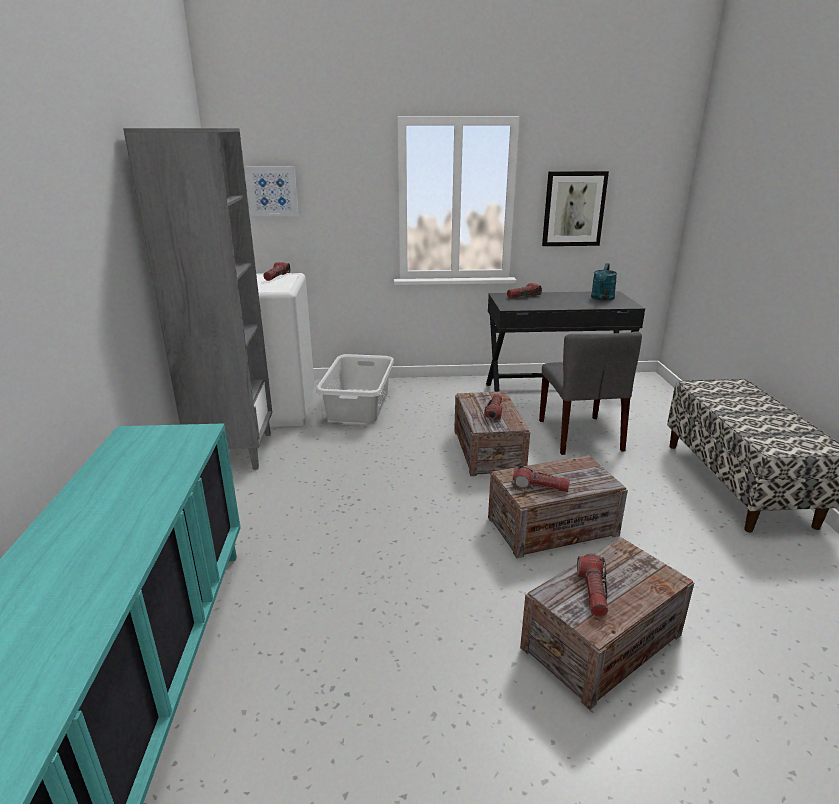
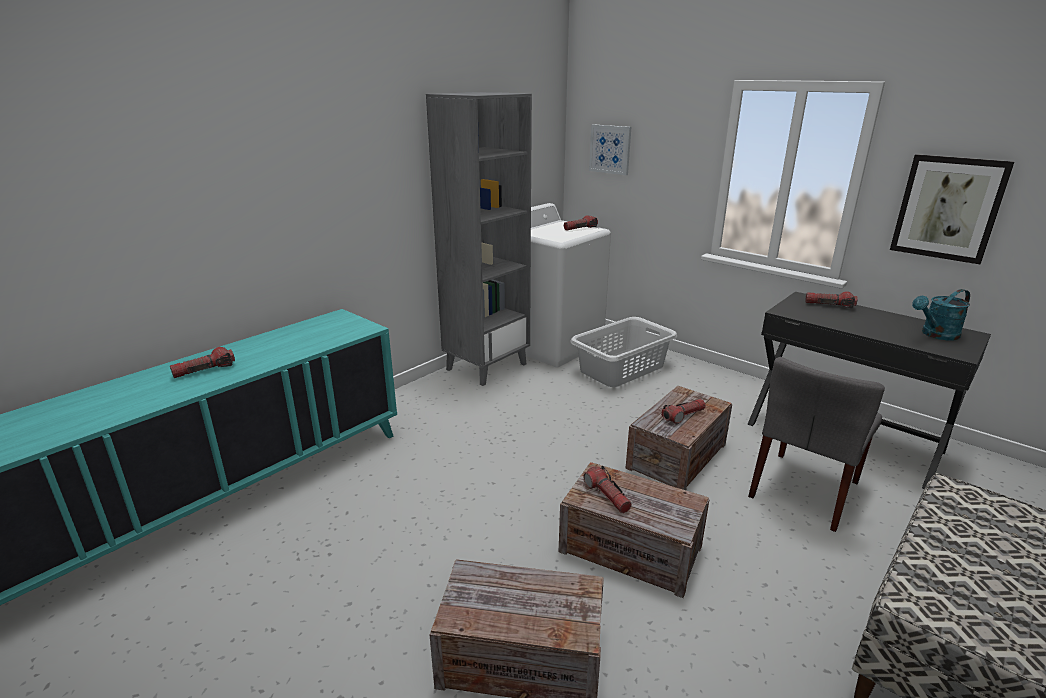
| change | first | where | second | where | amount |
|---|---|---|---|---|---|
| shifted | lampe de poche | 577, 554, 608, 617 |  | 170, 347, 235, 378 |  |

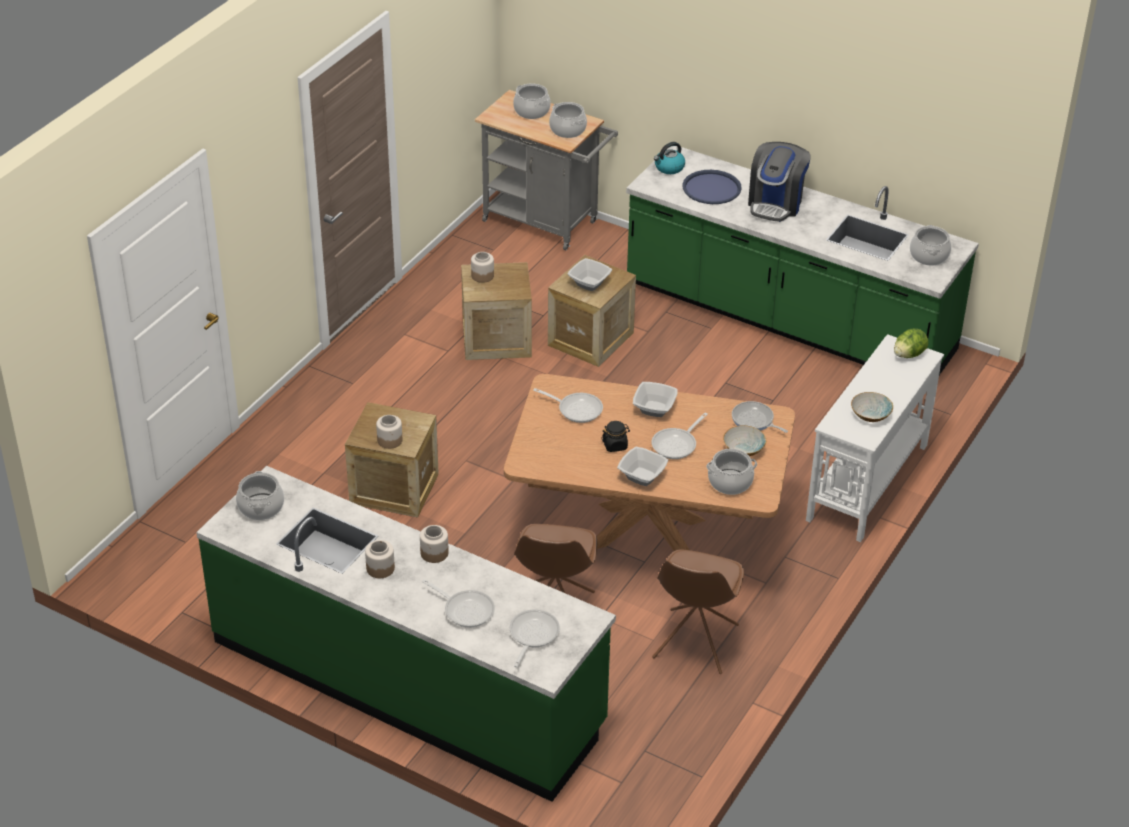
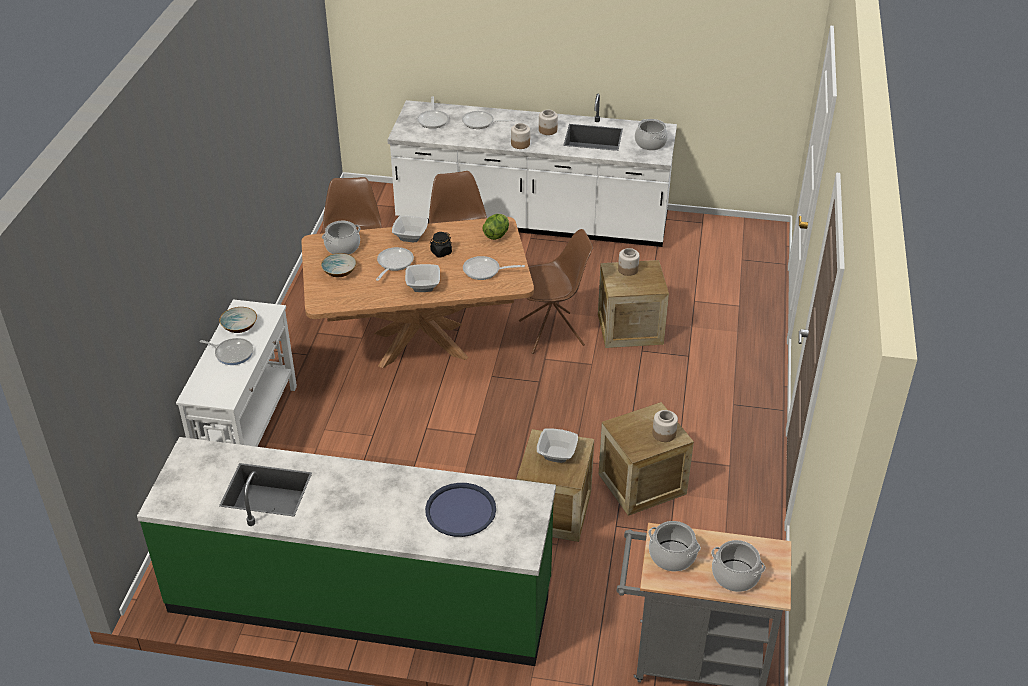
| change | first | where | second | where | amount |
|---|---|---|---|---|---|
| repainted | comptoir de cuisine/vert | 196, 466, 616, 802 | comptoir de cuisine/blanc | 387, 93, 677, 247 |  |
| gone | bouilloire | 654, 142, 685, 174 |  |  |  |
| shifted | poêle | 732, 401, 788, 433 |  | 200, 338, 253, 365 |  |
| gone | machine à café | 748, 142, 811, 222 |  |  |  |
| shifted | laitue | 894, 328, 928, 358 |  | 482, 214, 509, 240 |  |
| gone | marmite | 910, 225, 951, 266 |  |  |  |
| new |  |  | chaise/marron | 519, 229, 593, 354 |  |

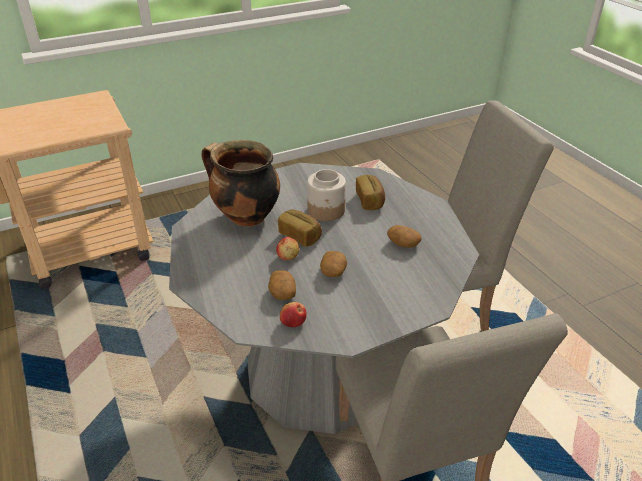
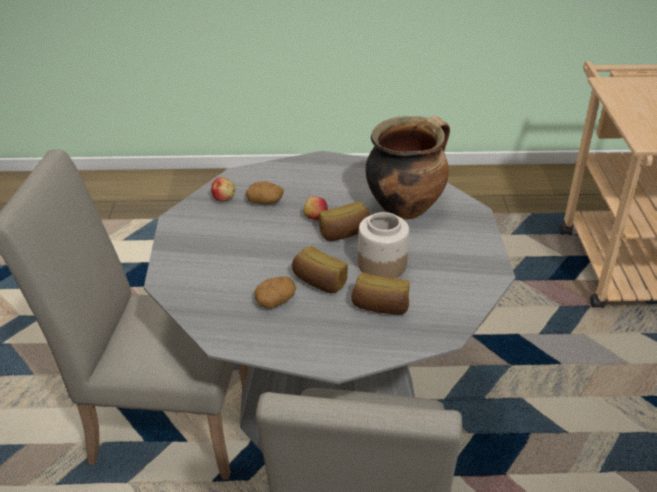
| change | first | where | second | where | amount |
|---|---|---|---|---|---|
| gone | pomme de terre | 320, 251, 347, 277 |  |  |  |
| new |  |  | pain | 292, 246, 348, 293 |  |

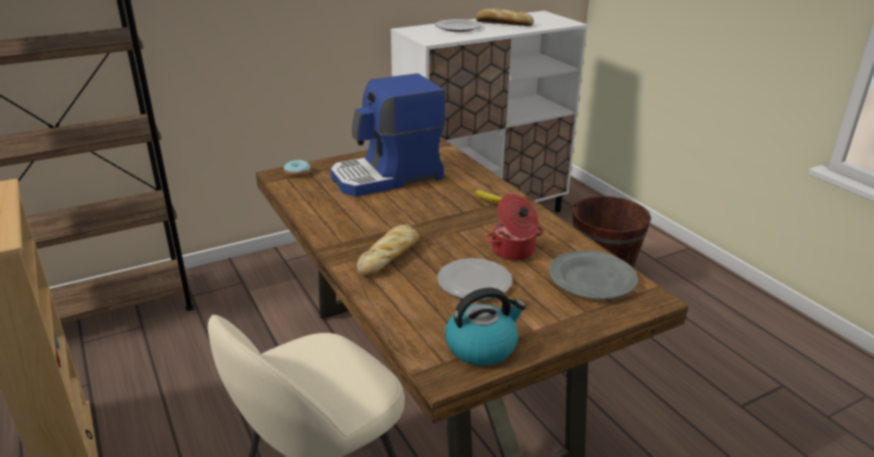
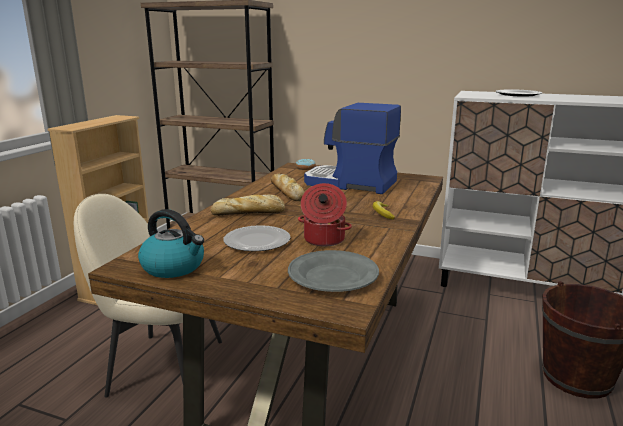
| change | first | where | second | where | amount |
|---|---|---|---|---|---|
| shifted | pain | 476, 9, 534, 26 |  | 271, 174, 305, 201 |  |

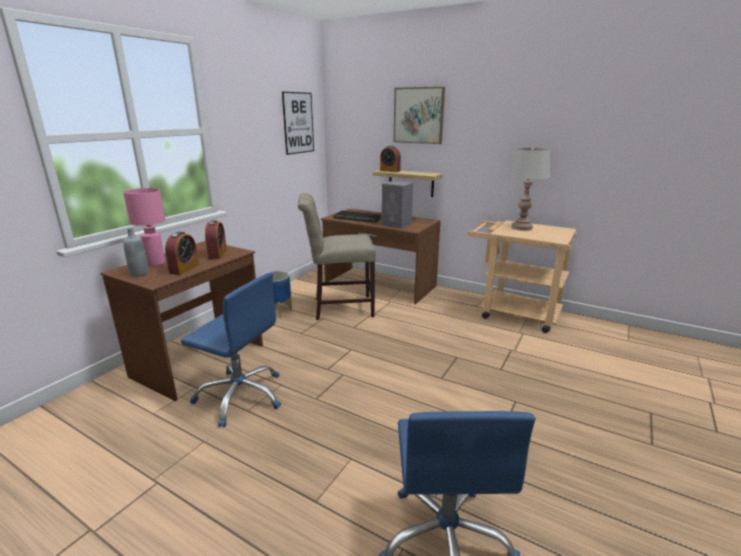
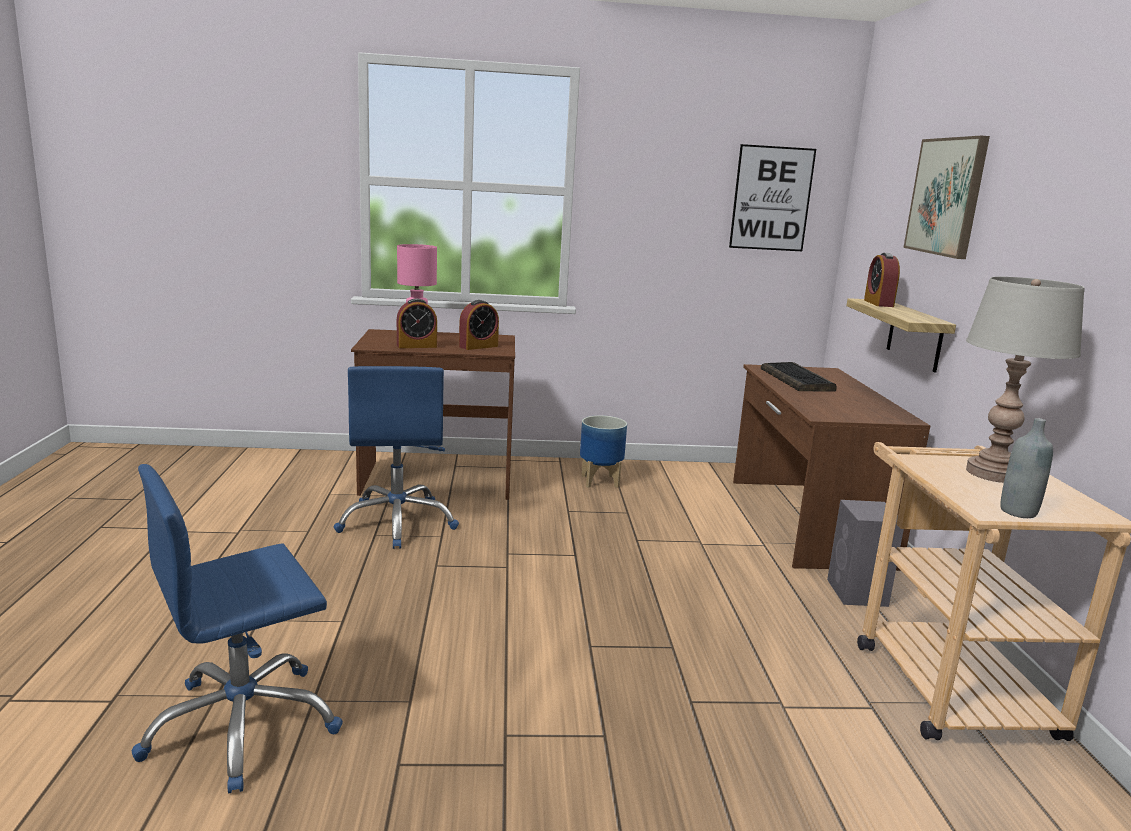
| change | first | where | second | where | amount |
|---|---|---|---|---|---|
| shifted | bouteille/gris | 123, 228, 148, 277 |  | 1000, 418, 1053, 518 |  |
| gone | chaise/beige | 298, 193, 376, 320 |  |  |  |
| shifted | enceinte/gris | 382, 181, 413, 228 |  | 827, 500, 904, 607 |  |

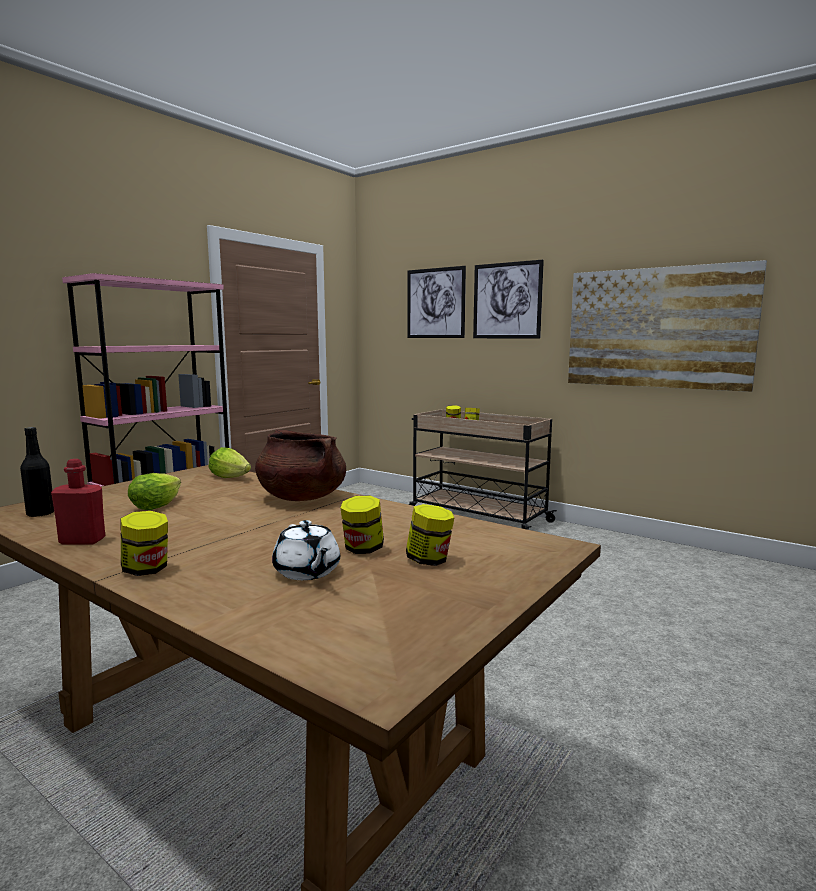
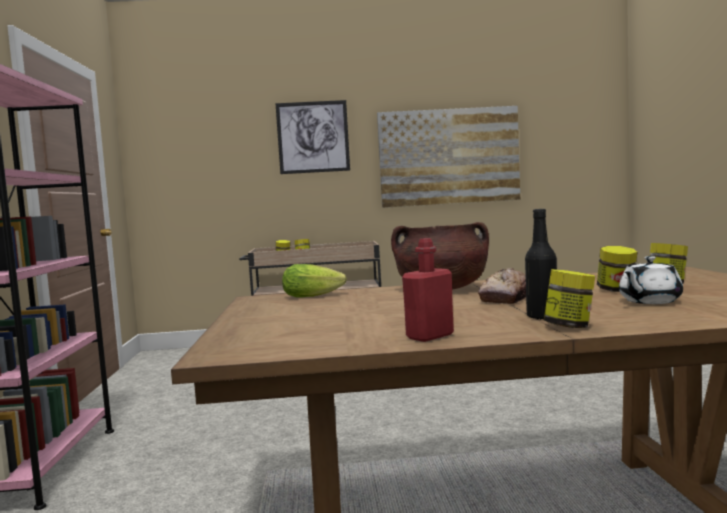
| change | first | where | second | where | amount |
|---|---|---|---|---|---|
| shifted | bouteille/noir | 20, 427, 54, 517 |  | 525, 209, 557, 320 |  |
| gone | laitue | 128, 473, 181, 510 |  |  |  |
| rotated | théière/blanc | 272, 520, 340, 580 |  | 619, 256, 683, 304 | 120 degrees clockwise |
| gone | tableau | 407, 266, 466, 338 |  |  |  |
| new |  |  | pain | 478, 268, 526, 304 |  |

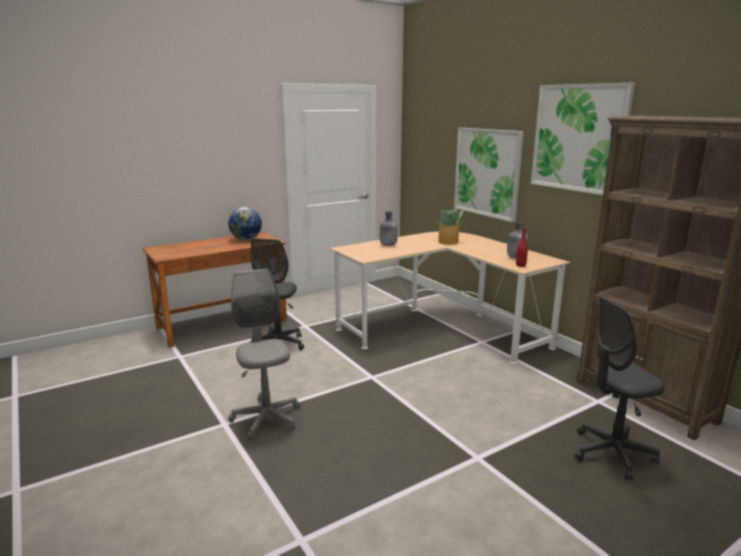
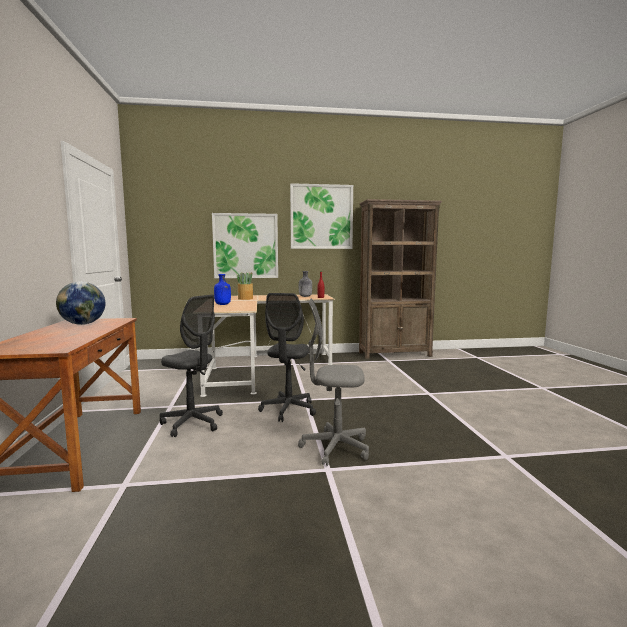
| change | first | where | second | where | amount |
|---|---|---|---|---|---|
| repainted | bouteille/gris | 380, 211, 398, 246 | bouteille/bleu | 214, 274, 231, 305 |  |
| shifted | chaise de bureau/gris | 575, 297, 665, 480 |  | 258, 293, 316, 422 |  |

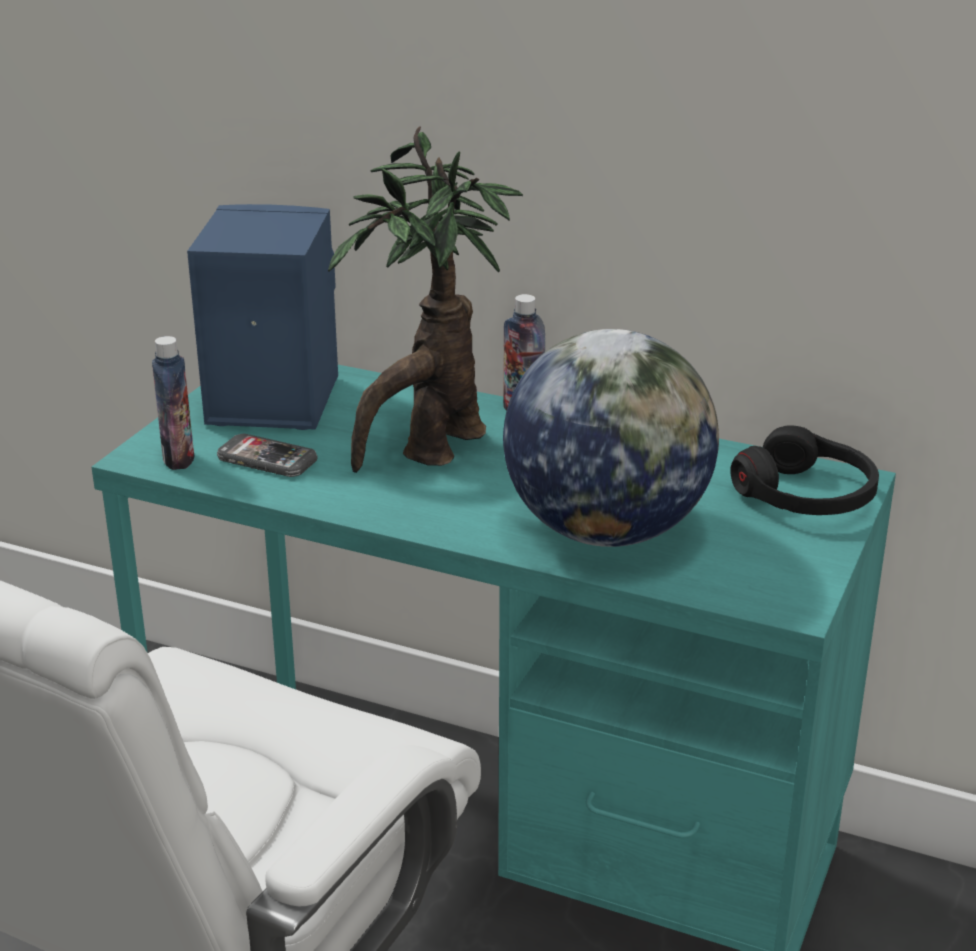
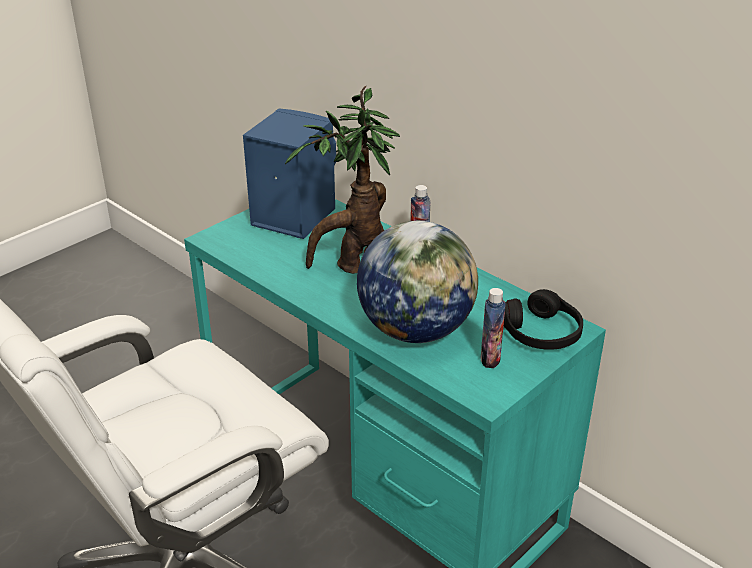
| change | first | where | second | where | amount |
|---|---|---|---|---|---|
| shifted | bouteille | 152, 336, 194, 470 |  | 481, 288, 506, 368 |  |
| gone | téléphone | 217, 434, 318, 477 |  |  |  |

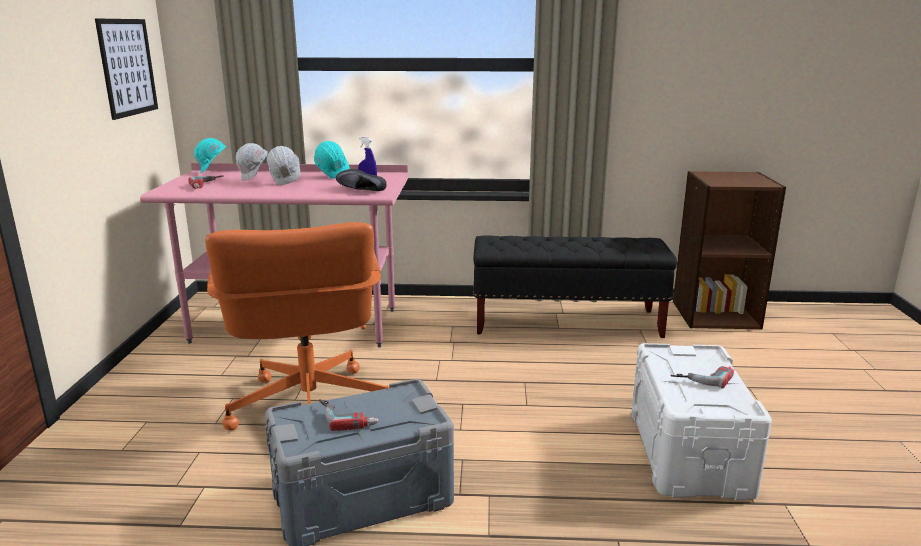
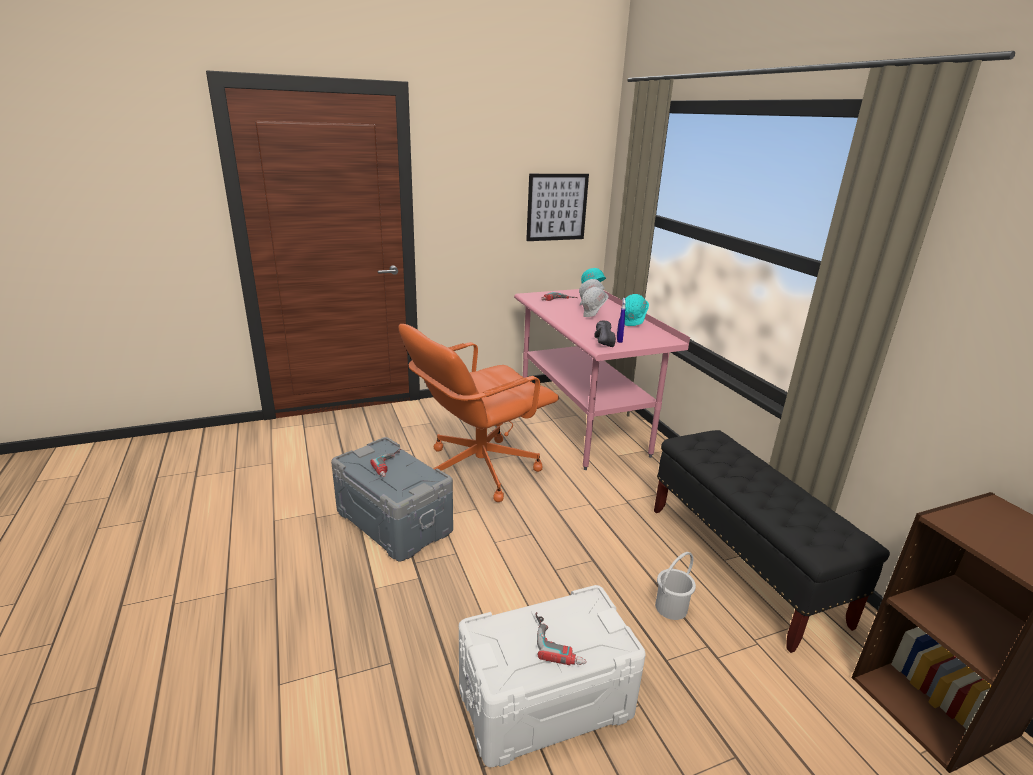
| change | first | where | second | where | amount |
|---|---|---|---|---|---|
| new |  |  | seau/blanc | 655, 552, 696, 620 |  |

